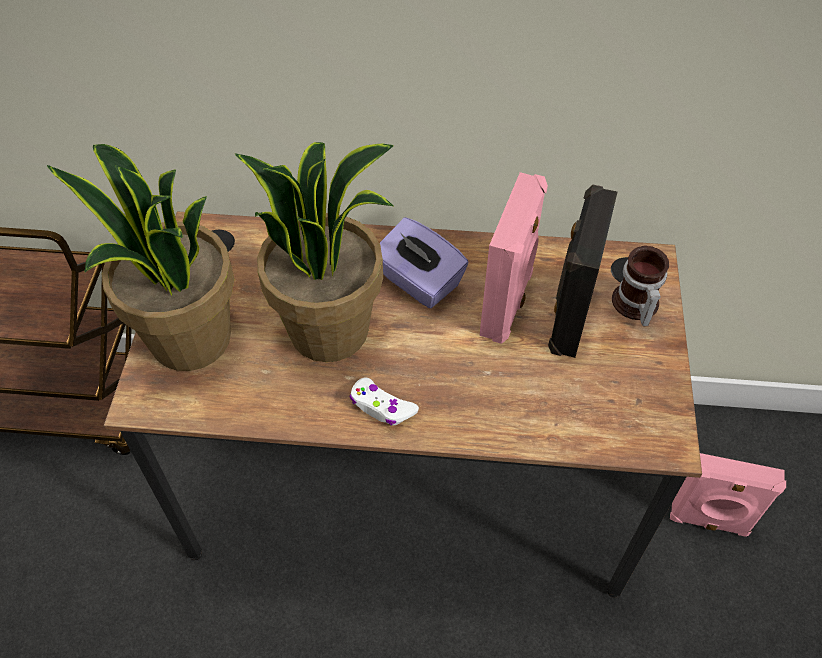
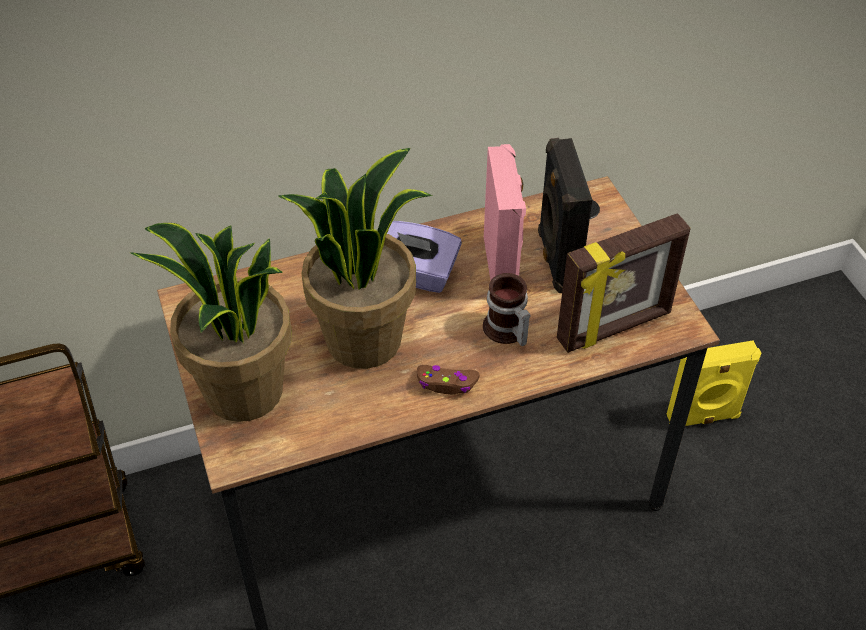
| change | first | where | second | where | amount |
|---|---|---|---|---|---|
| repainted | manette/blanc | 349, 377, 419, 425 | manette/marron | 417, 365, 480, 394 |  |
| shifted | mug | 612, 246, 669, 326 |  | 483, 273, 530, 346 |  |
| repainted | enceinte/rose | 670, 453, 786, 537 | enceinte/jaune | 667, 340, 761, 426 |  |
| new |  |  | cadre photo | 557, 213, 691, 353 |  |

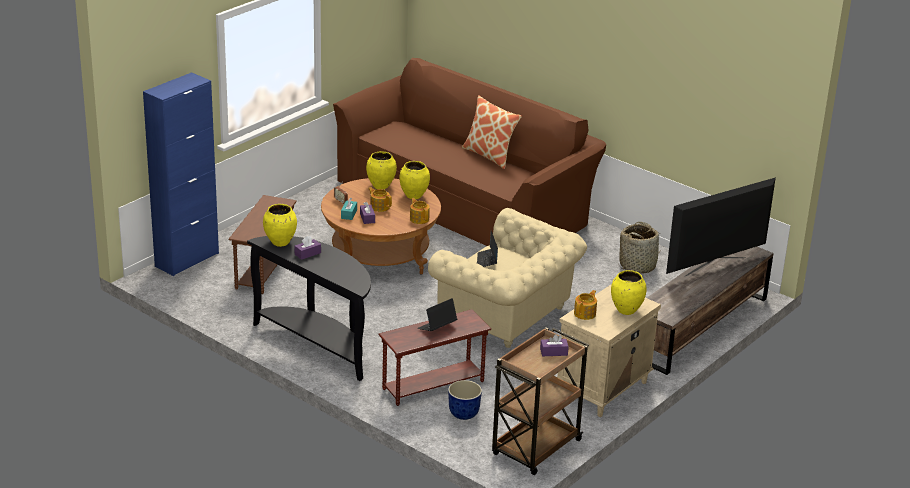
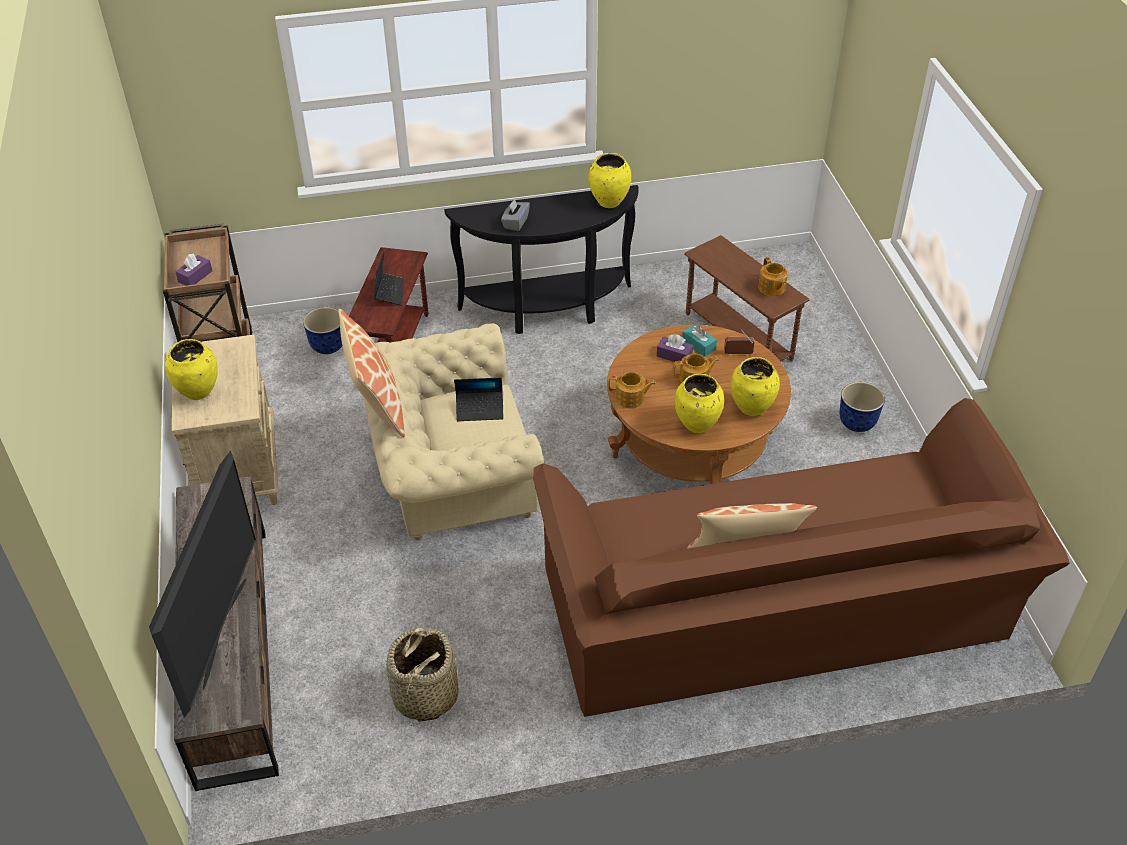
| change | first | where | second | where | amount |
|---|---|---|---|---|---|
| gone | meuble de rangement/bleu | 143, 72, 219, 276 |  |  |  |
| gone | boîte à mouchoirs/violet | 295, 236, 321, 260 |  |  |  |
| rotated | ordinateur portable | 477, 231, 498, 267 |  | 454, 377, 504, 421 | 135 degrees clockwise |
| shifted | théière | 574, 290, 597, 320 |  | 758, 257, 788, 296 |  |
| new |  |  | coussin | 338, 308, 405, 437 |  |
| new |  |  | boîte à mouchoirs/gris | 501, 199, 530, 231 |  |
| new |  |  | cache-pot | 840, 382, 885, 432 |  |

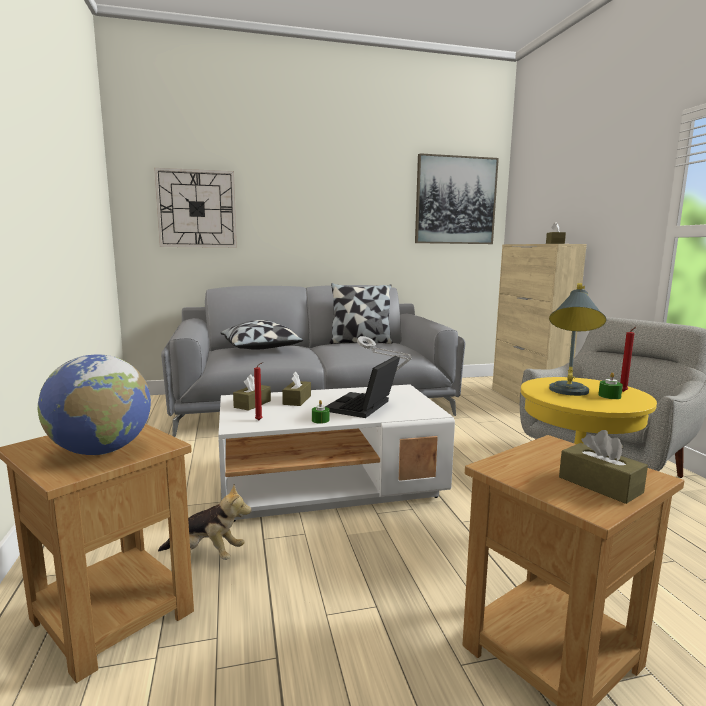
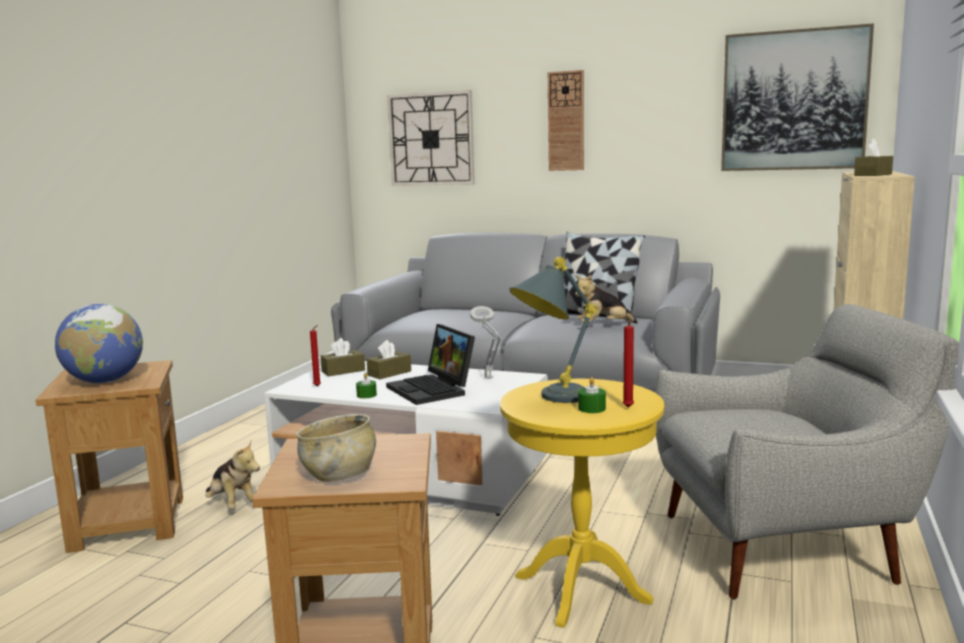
| change | first | where | second | where | amount |
|---|---|---|---|---|---|
| gone | coussin | 221, 320, 304, 349 |  |  |  |
| rotated | ordinateur portable | 325, 356, 400, 418 |  | 386, 324, 475, 405 | 90 degrees counterclockwise |
| swapped | boîte à mouchoirs/marron | 559, 430, 648, 504 | bol/beige | 296, 414, 376, 482 |  |
| new |  |  | horloge murale | 548, 70, 584, 171 |  |
| new |  |  | peluche | 575, 275, 638, 323 |  |

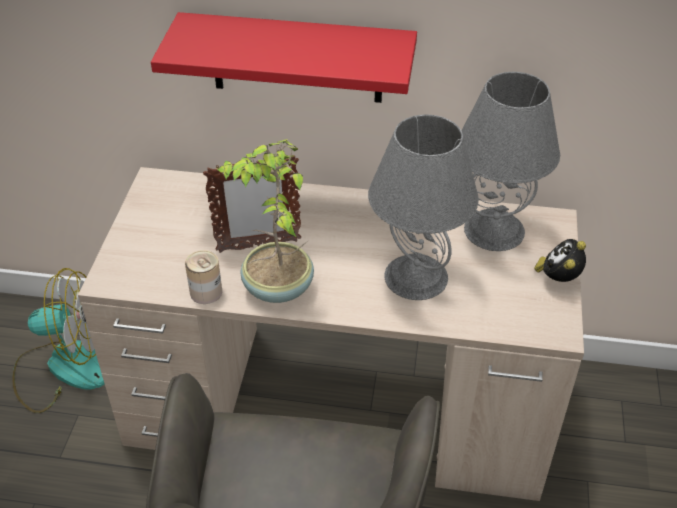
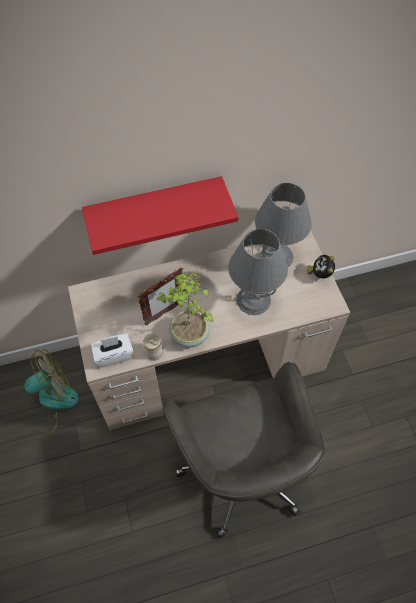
| change | first | where | second | where | amount |
|---|---|---|---|---|---|
| new |  |  | boîte à mouchoirs/blanc | 91, 334, 134, 368 |  |

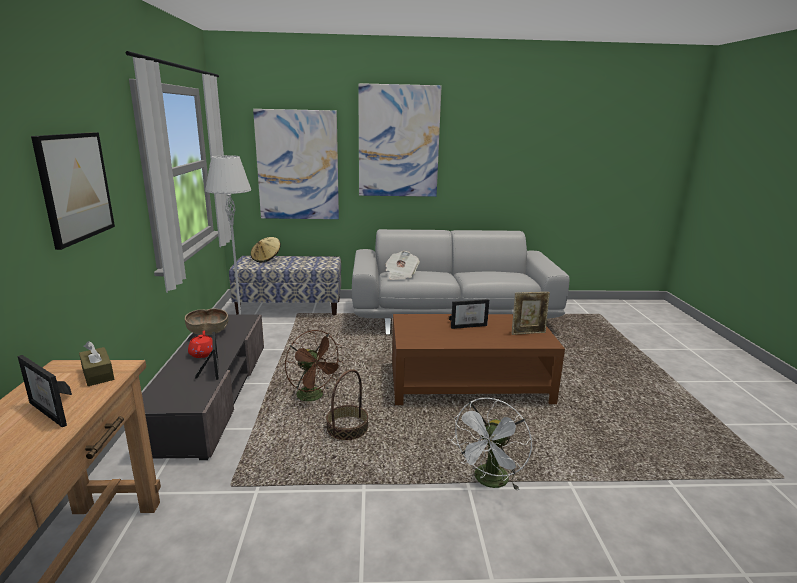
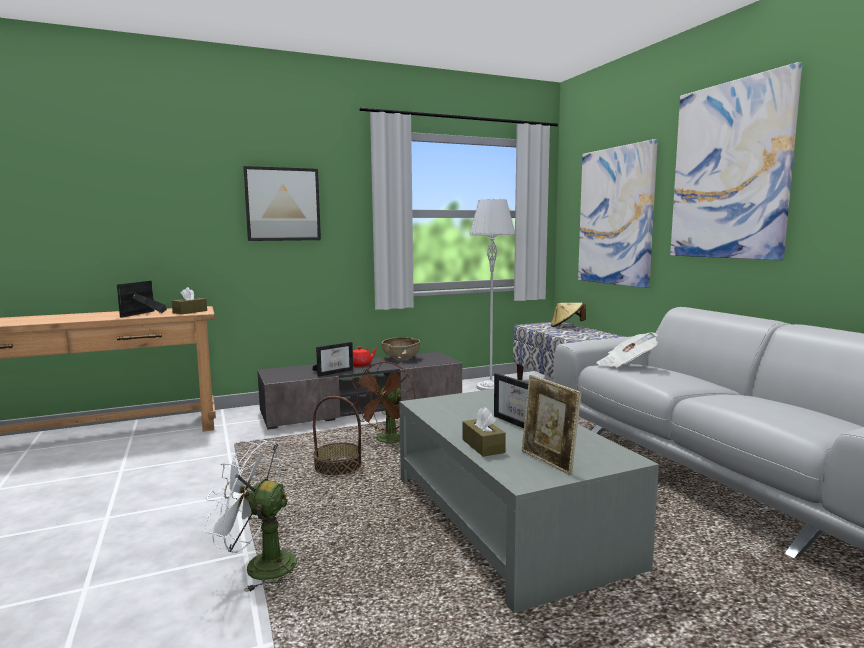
| change | first | where | second | where | amount |
|---|---|---|---|---|---|
| repainted | table basse/marron | 392, 314, 565, 405 | table basse/gris | 399, 389, 659, 613 |  |
| new |  |  | boîte à mouchoirs/marron | 463, 407, 506, 456 |  |

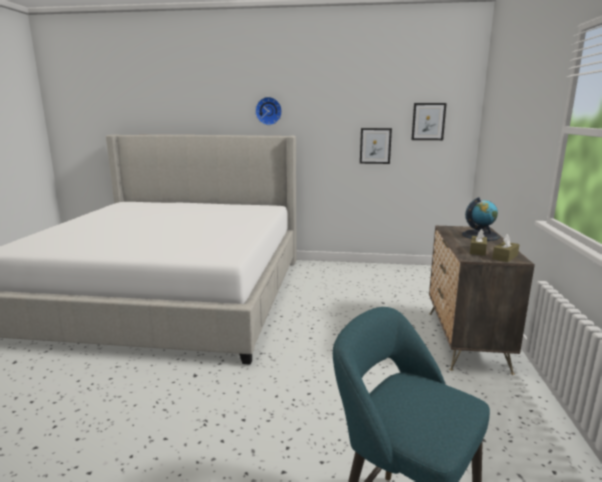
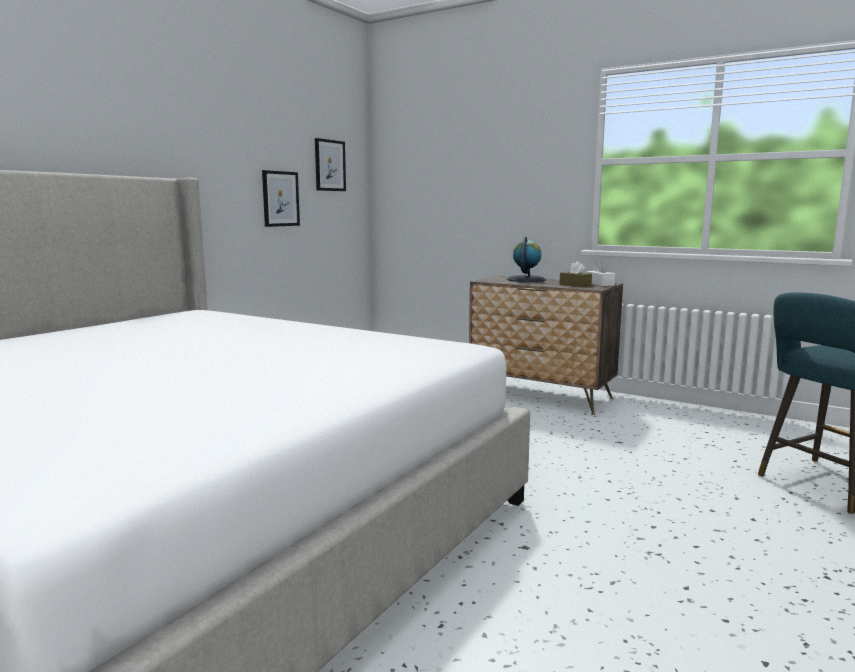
| change | first | where | second | where | amount |
|---|---|---|---|---|---|
| gone | horloge murale | 255, 97, 282, 125 |  |  |  |
| repainted | boîte à mouchoirs/marron | 492, 234, 520, 262 | boîte à mouchoirs/blanc | 586, 260, 615, 286 |  |

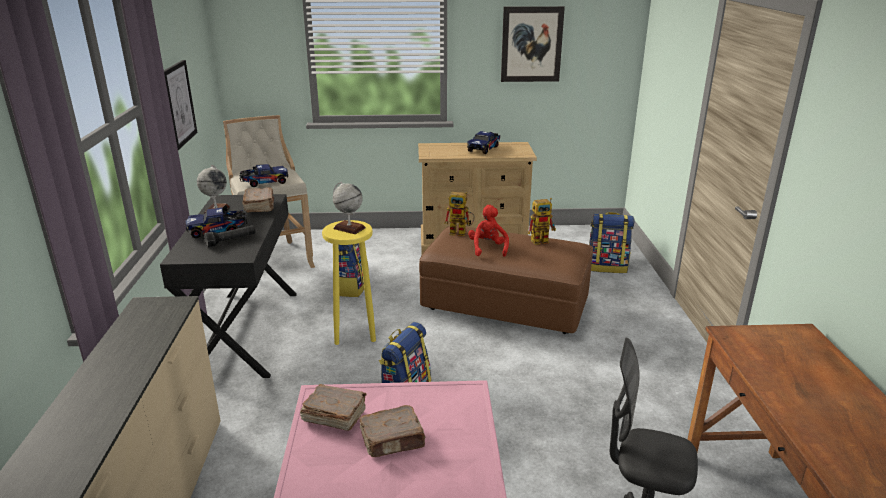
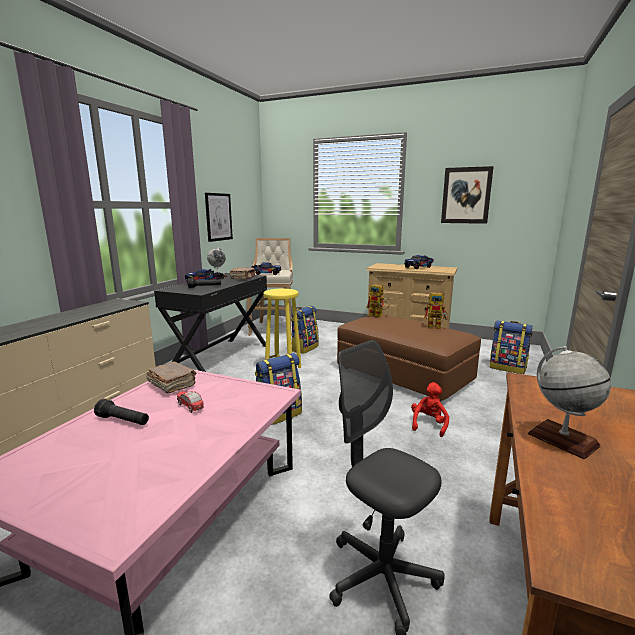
| change | first | where | second | where | amount |
|---|---|---|---|---|---|
| shifted | globe | 333, 182, 366, 234 |  | 527, 346, 611, 459 |  |
| swapped | livre/marron | 359, 405, 426, 457 | petite voiture | 176, 391, 204, 413 |  |
| shifted | peluche/rouge | 468, 205, 509, 257 |  | 411, 382, 449, 437 |  |
| new |  |  | lampe de poche/noir | 94, 399, 149, 425 |  |

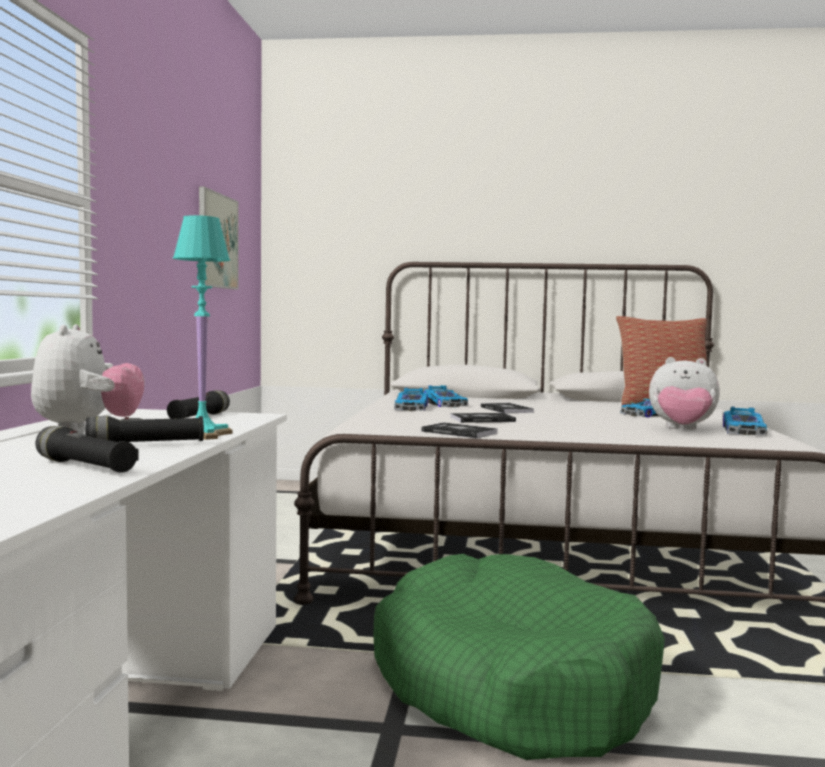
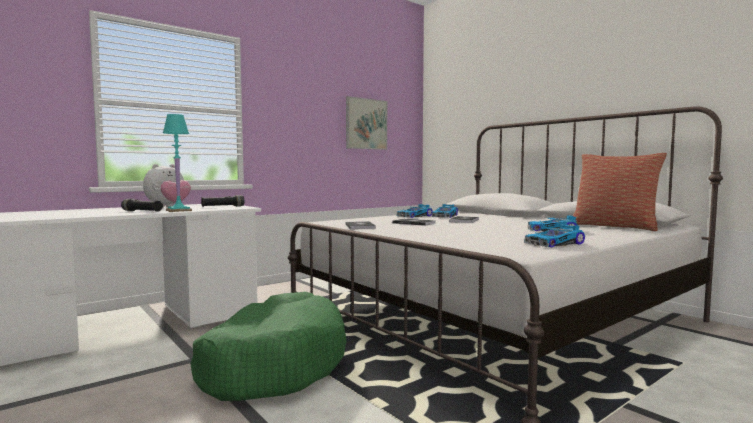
| change | first | where | second | where | amount |
|---|---|---|---|---|---|
| gone | lampe de poche/noir | 35, 426, 139, 473 |  |  |  |
| gone | peluche | 649, 357, 720, 430 |  |  |  |

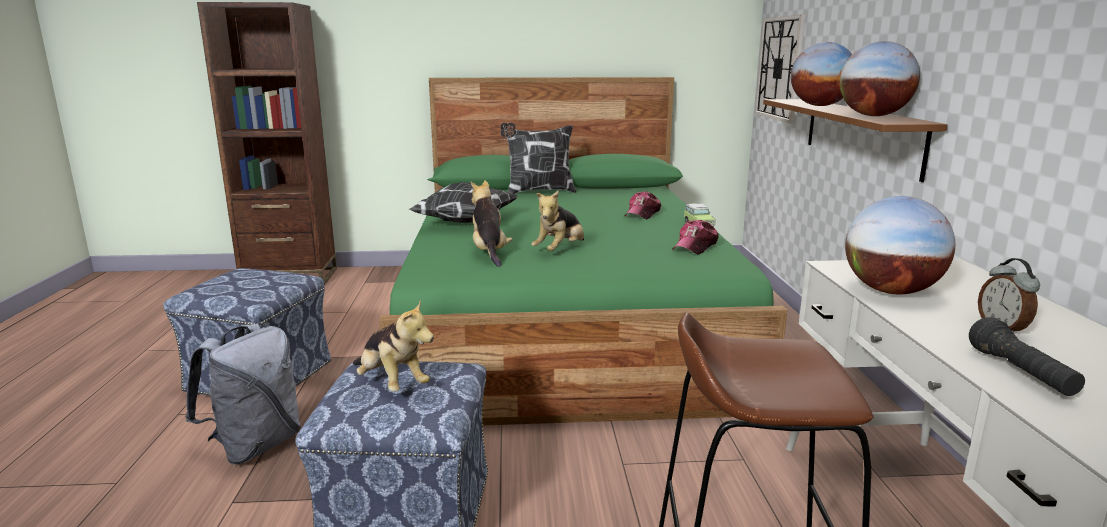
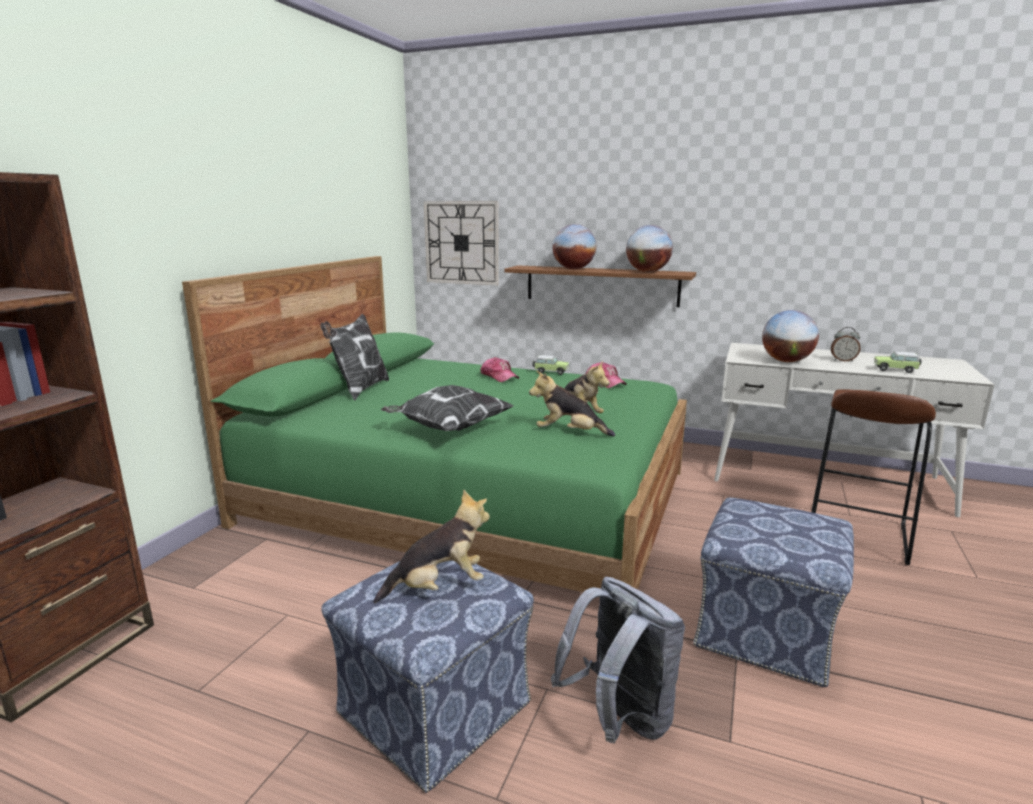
| change | first | where | second | where | amount |
|---|---|---|---|---|---|
| shifted | peluche | 353, 299, 434, 392 |  | 373, 490, 490, 603 |  |
| swapped | lampe de poche/noir | 969, 317, 1085, 396 | petite voiture | 874, 351, 922, 373 |  |

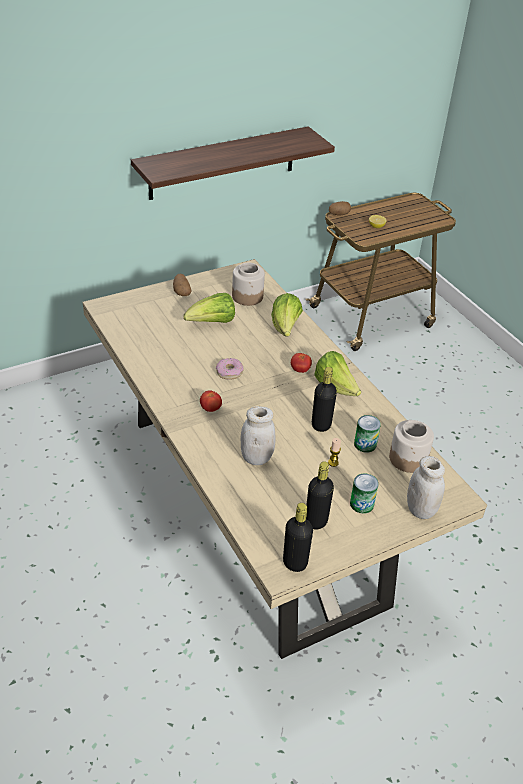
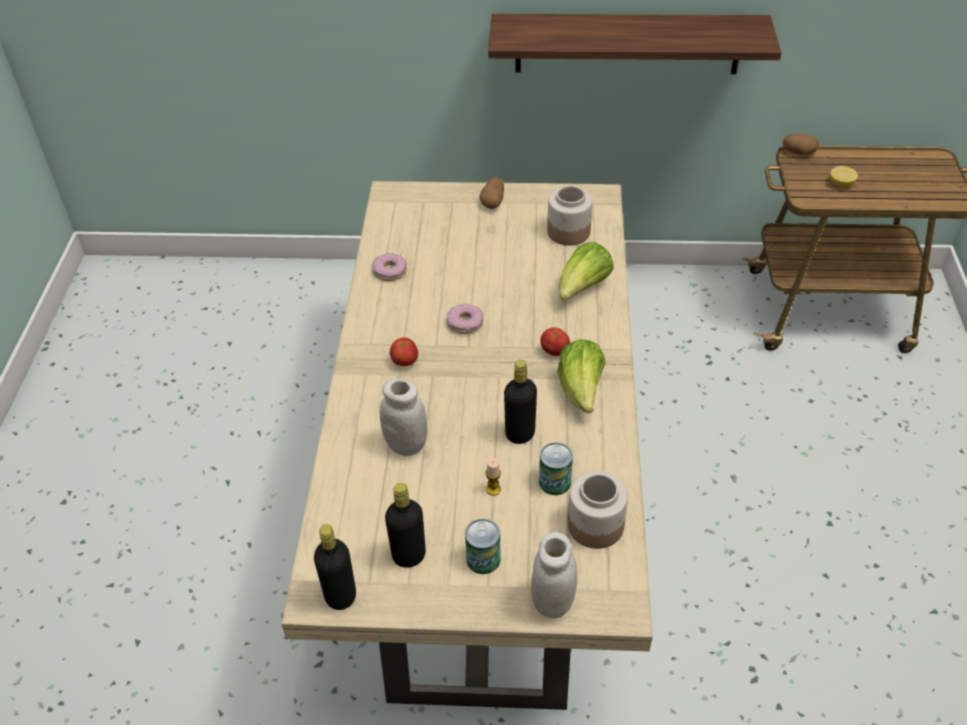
| change | first | where | second | where | amount |
|---|---|---|---|---|---|
| gone | laitue | 183, 293, 235, 323 |  |  |  |
| new |  |  | beignet | 372, 253, 407, 281 |  |

